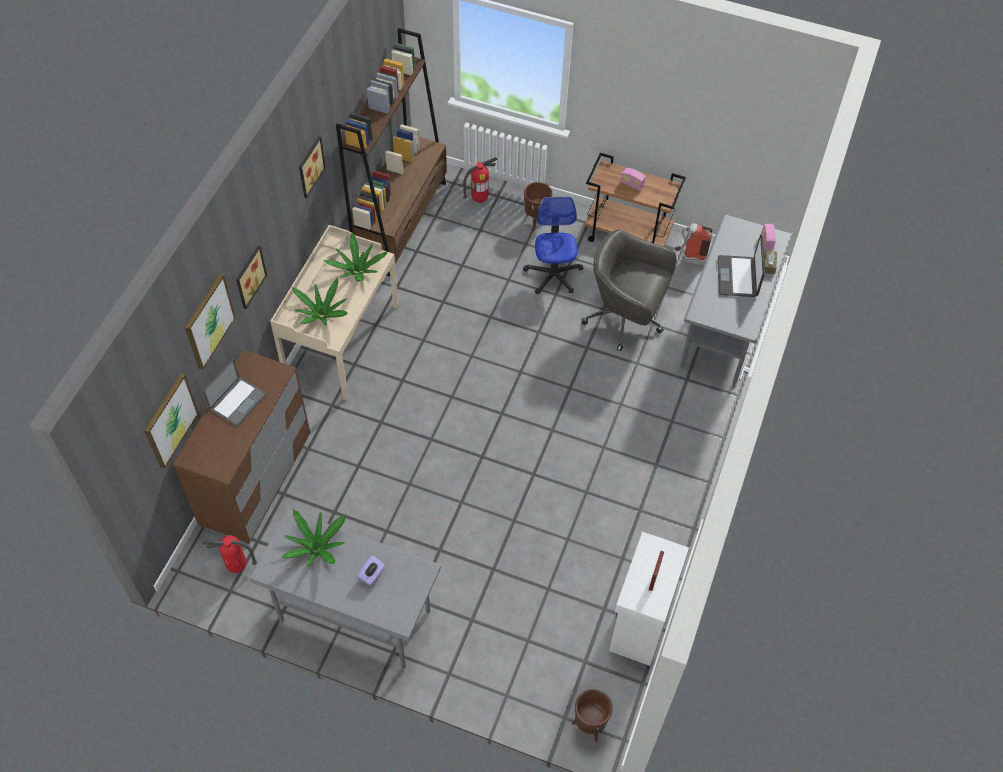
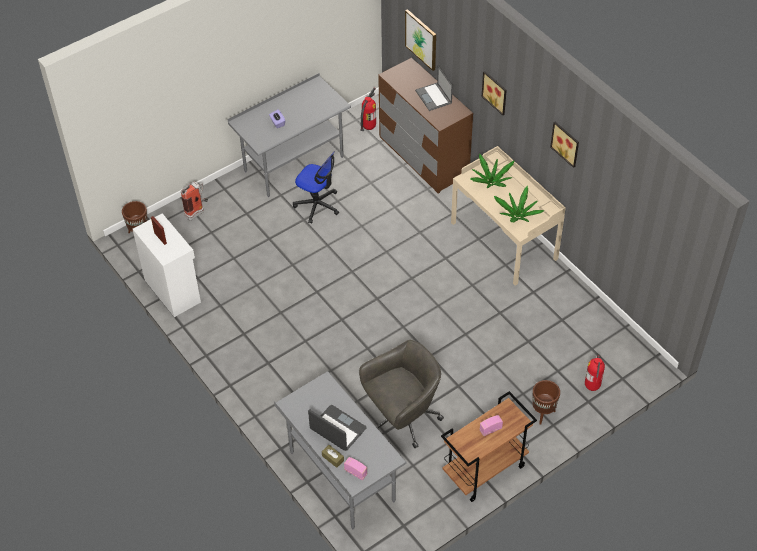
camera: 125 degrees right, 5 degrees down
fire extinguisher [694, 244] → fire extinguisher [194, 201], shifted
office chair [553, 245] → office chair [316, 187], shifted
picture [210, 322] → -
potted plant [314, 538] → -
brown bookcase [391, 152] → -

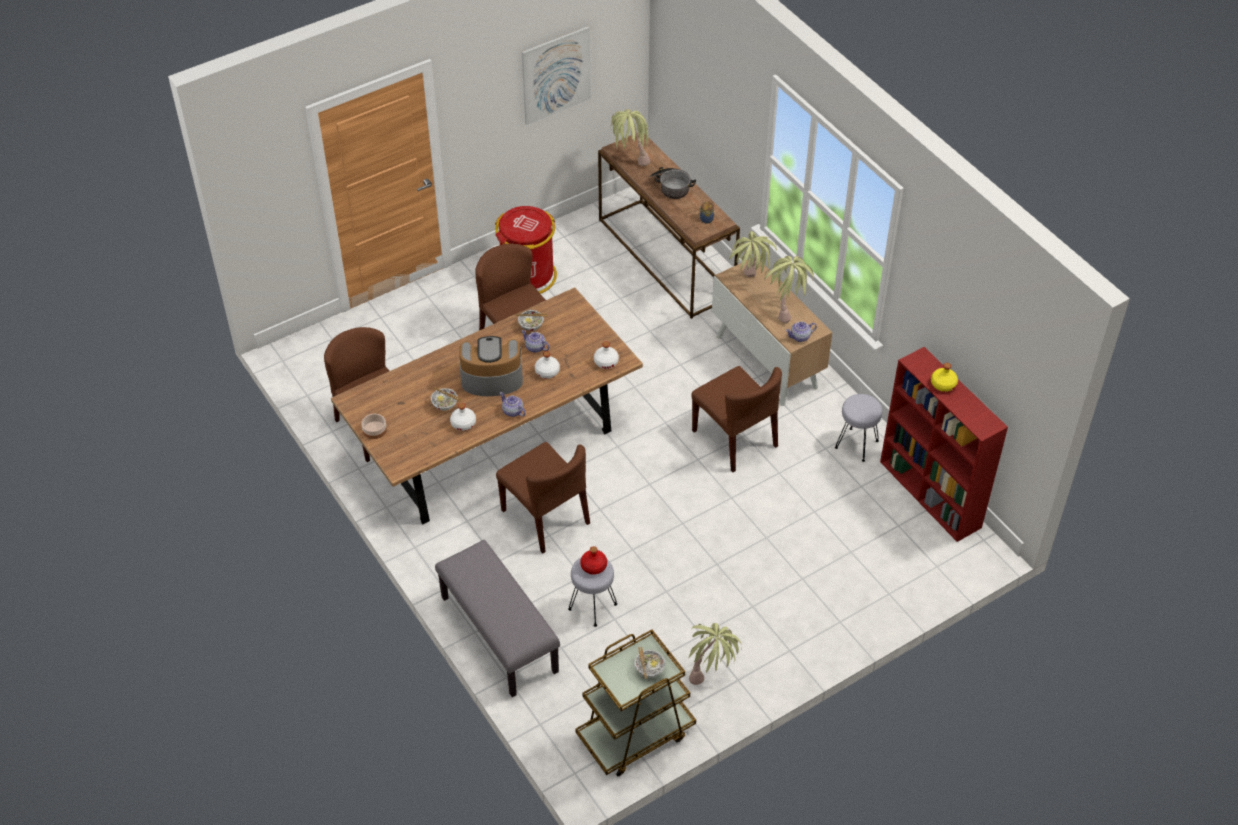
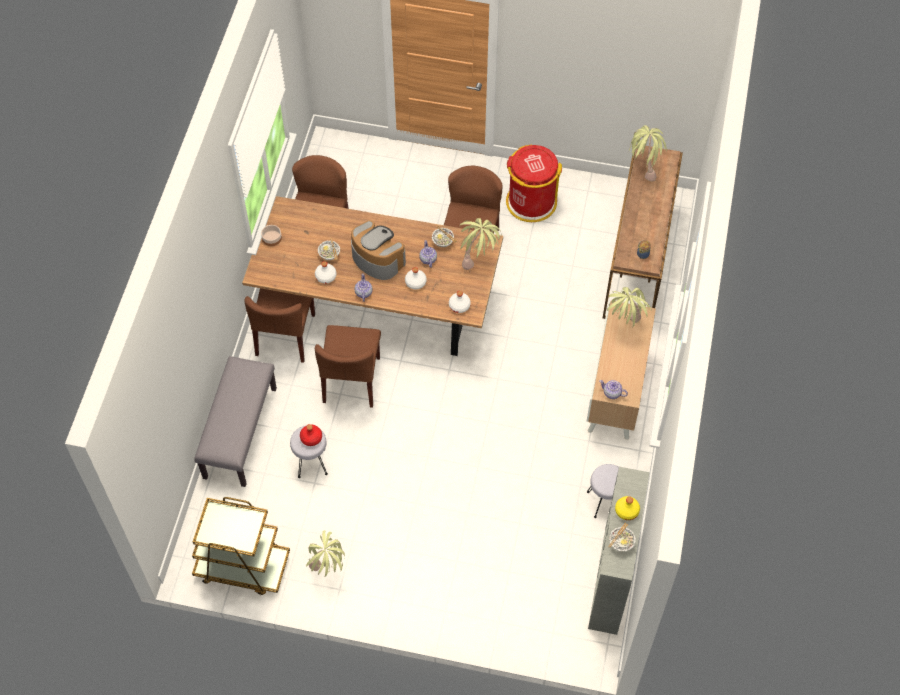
camera: 45 degrees right, 10 degrees up
brown chair [736, 419] → brown chair [280, 325], shifted
potted plant [789, 290] → potted plant [481, 244], shifted
red bookcase [944, 444] → grey bookcase [619, 551]
bowl [649, 663] → bowl [622, 537], shifted
picture [556, 75] → -
cooking pot [672, 183] → -

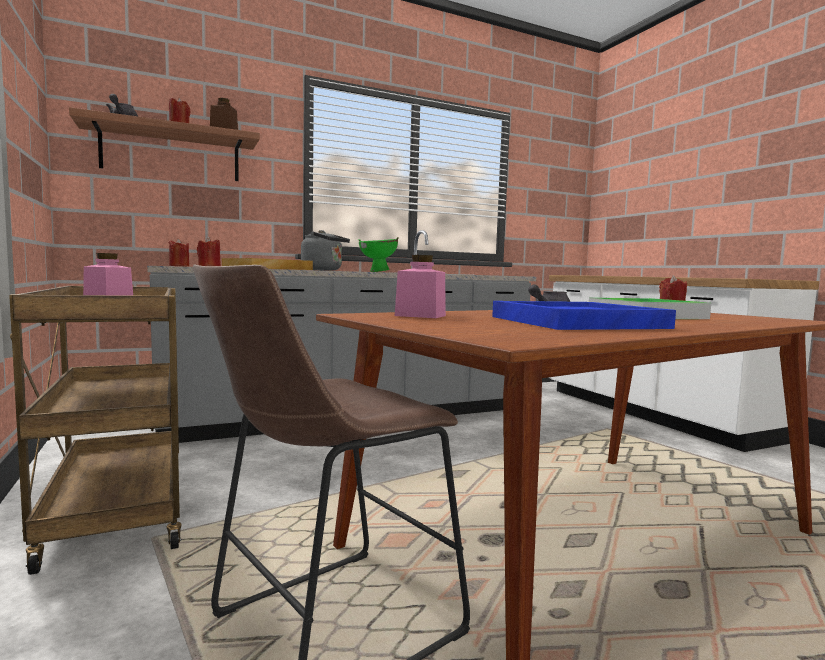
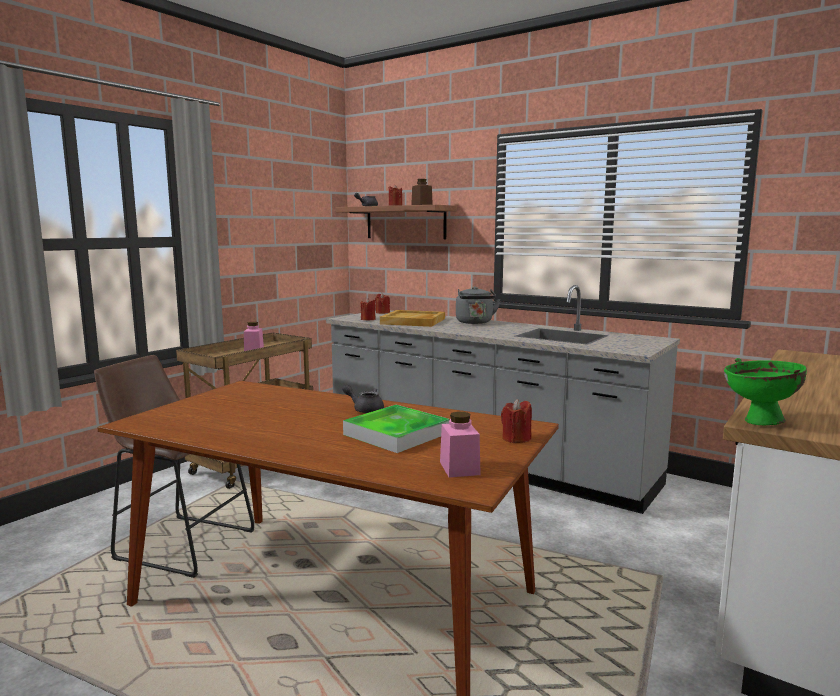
camera: 60 degrees right, 5 degrees up
pink jar [420, 286] → pink jar [460, 444], shifted
green bowl [378, 254] → green bowl [765, 391], shifted
blue tray [584, 315] → -

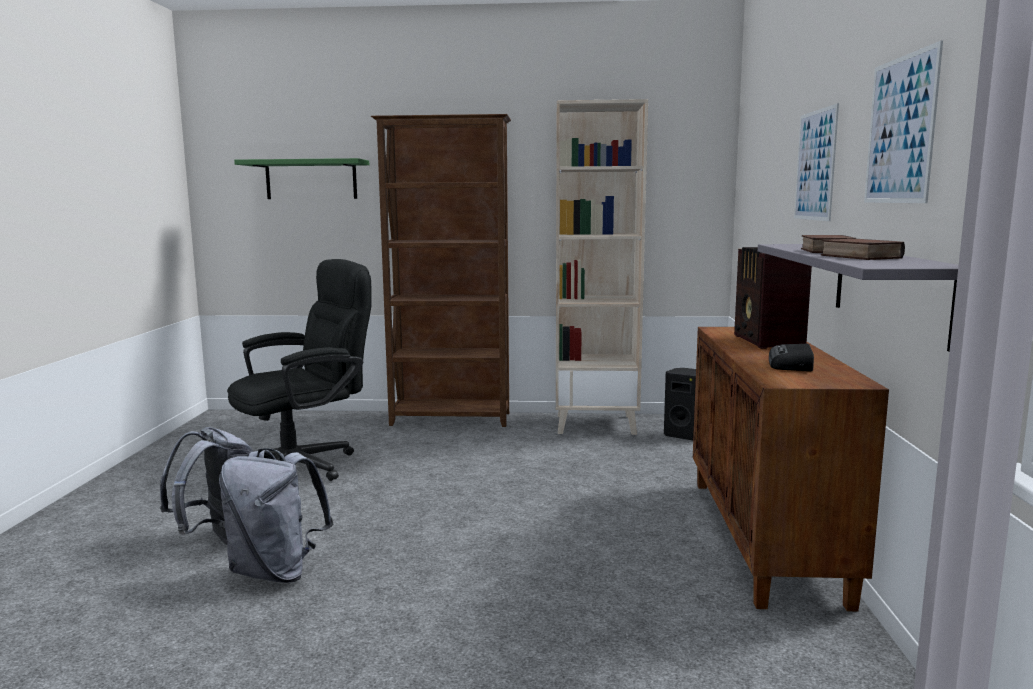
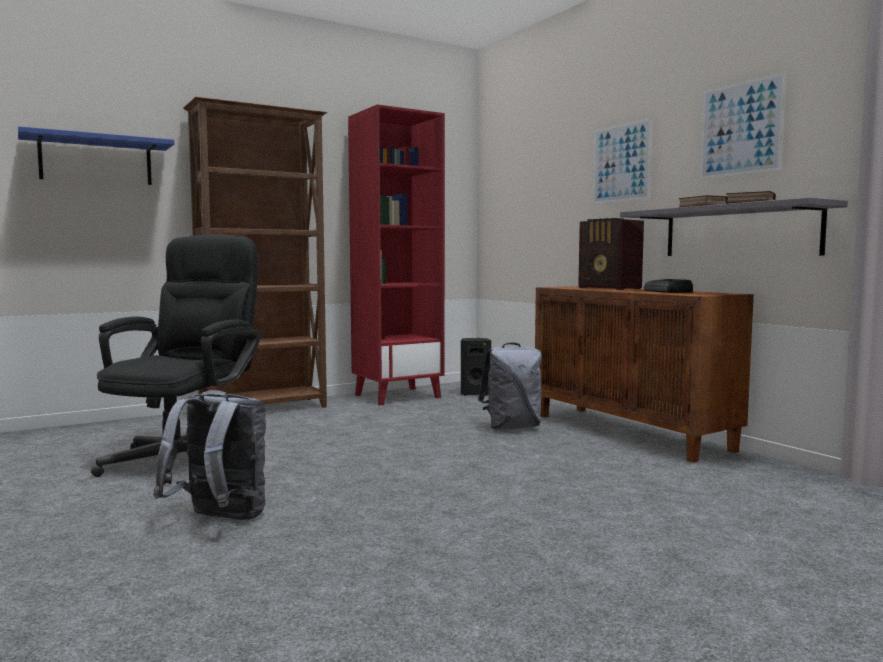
camera: 35 degrees left, 5 degrees down
green shelf [301, 178] → blue shelf [96, 155]
beige bookcase [602, 267] → red bookcase [396, 254]
grey backpack [276, 515] → grey backpack [510, 386], shifted

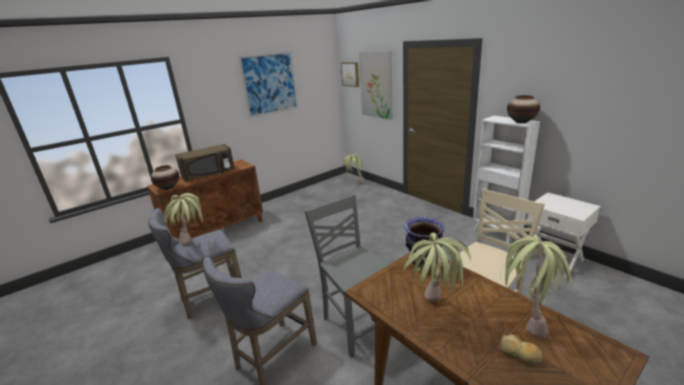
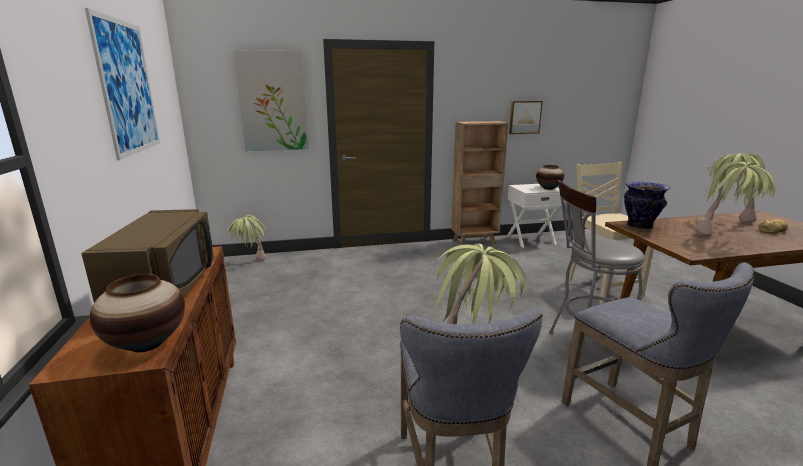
camera: 65 degrees left, 5 degrees down
white bookcase [506, 180] → brown bookcase [479, 183]
picture [350, 74] → picture [526, 117], shifted
vase [523, 109] → vase [550, 177], shifted
grey chair [347, 276] → grey stool [597, 274]

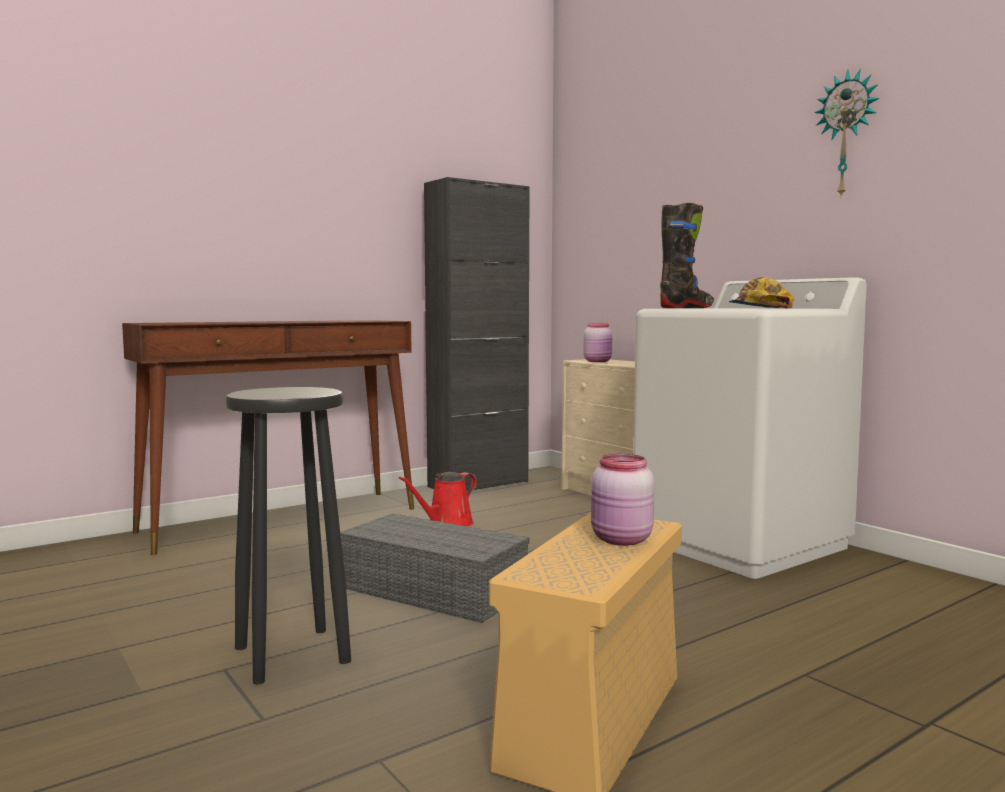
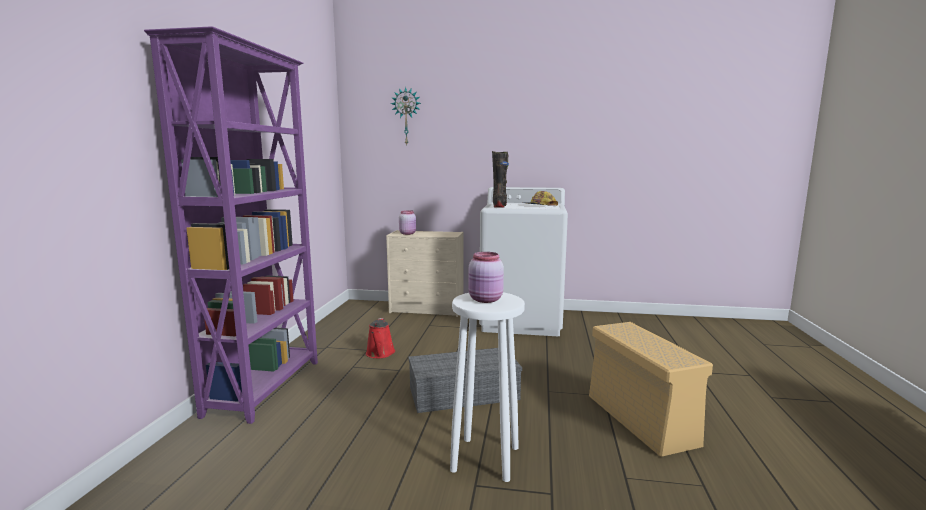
camera: 45 degrees left, 5 degrees up
brown console table [268, 437] → purple bookcase [231, 225]
wall clock [847, 133] → wall clock [406, 116], shifted
black stool [288, 535] → white stool [487, 387]
pink jar [623, 500] → pink jar [486, 277], shifted
black cabinet [476, 334] → -

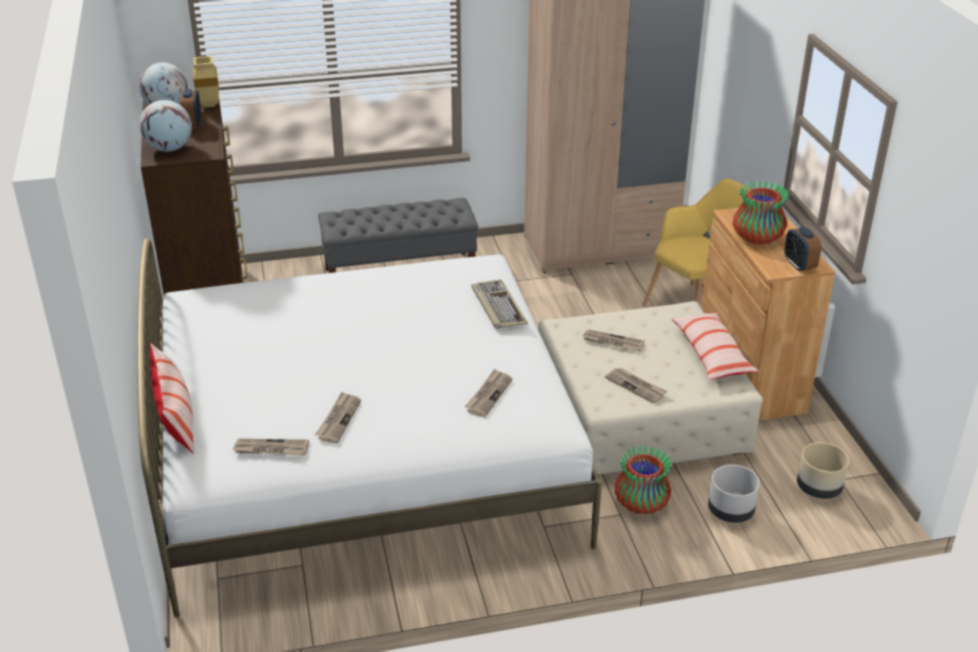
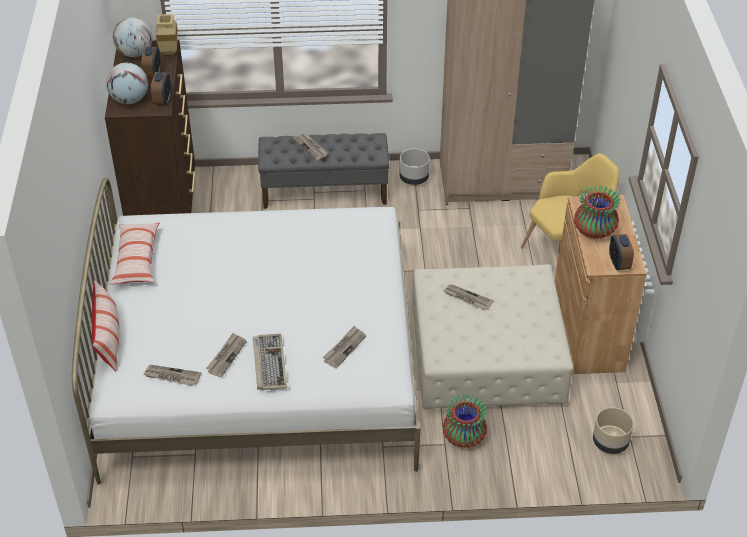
camera: 10 degrees right, 10 degrees up
pillow [715, 345] → pillow [134, 253], shifted
- → alarm clock [161, 88]
keyboard [499, 304] → keyboard [270, 362], shifted
newspaper [636, 385] → newspaper [310, 146], shifted
grey planter [734, 494] → grey planter [414, 166], shifted

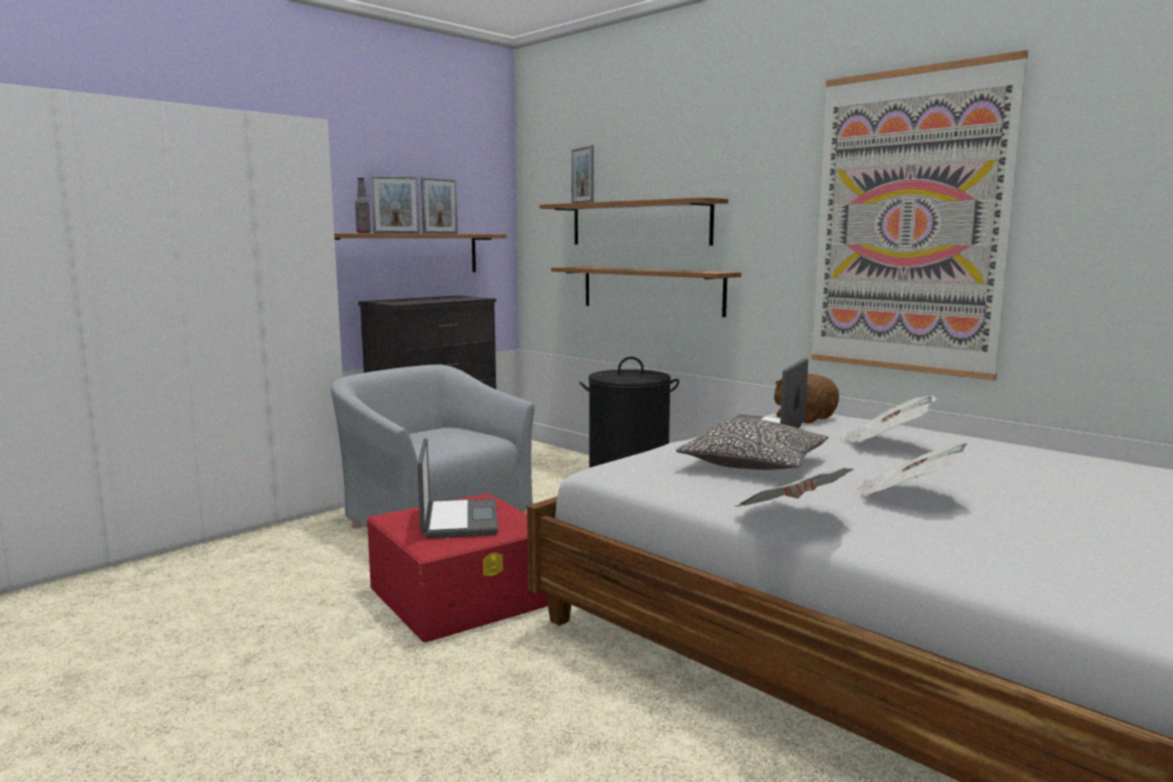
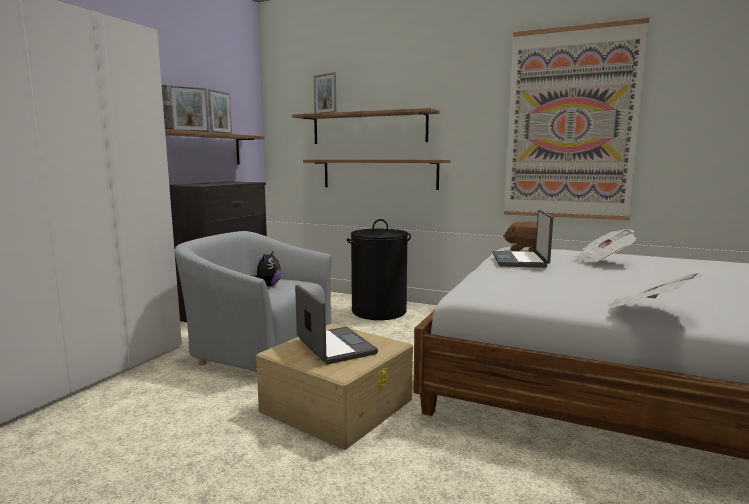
camera: 20 degrees left, 0 degrees up
- → plush toy [265, 268]
red storage box [457, 567] → beige storage box [334, 387]
pillow [752, 444] → -
newspaper [913, 469] → -

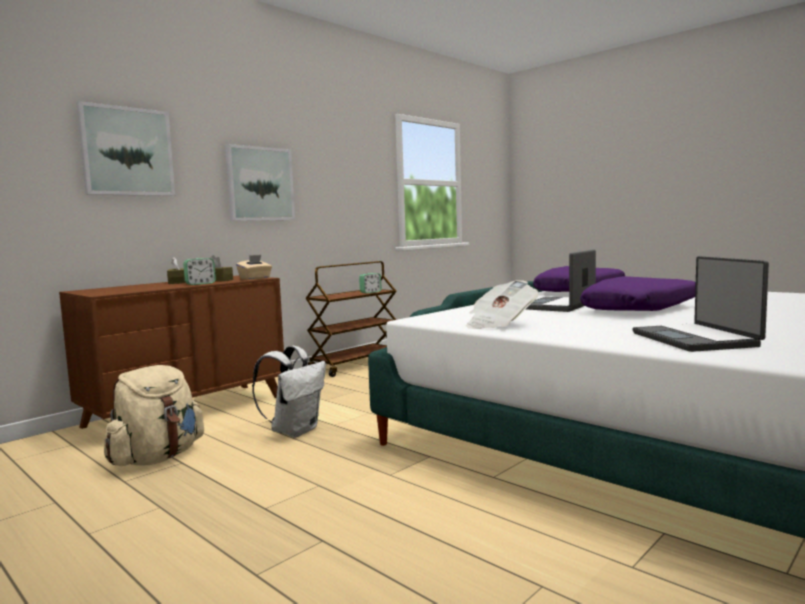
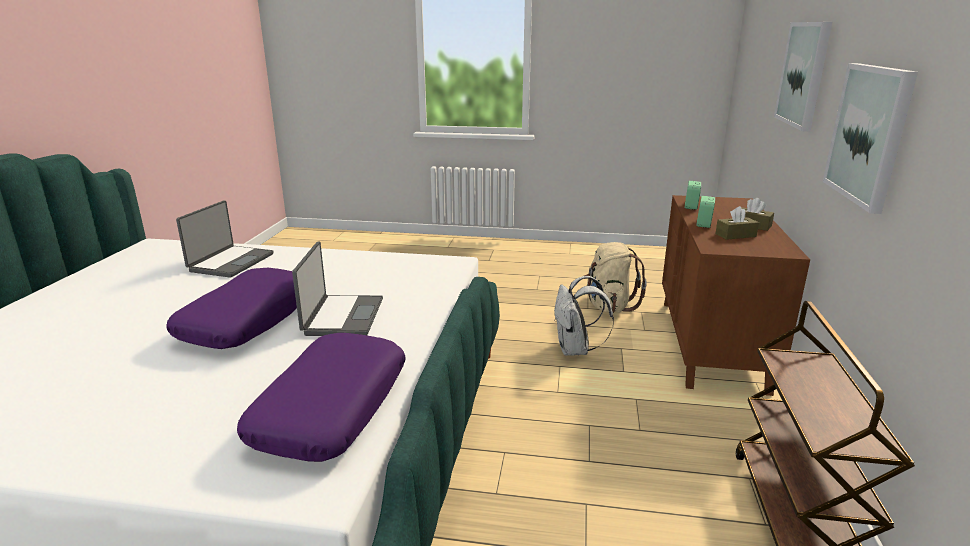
camera: 145 degrees right, 15 degrees up
laptop [700, 304] → laptop [225, 239], 60 degrees clockwise
alarm clock [370, 283] → alarm clock [693, 195], shifted
beige tissue box [254, 267] → -
newspaper [502, 304] → -

